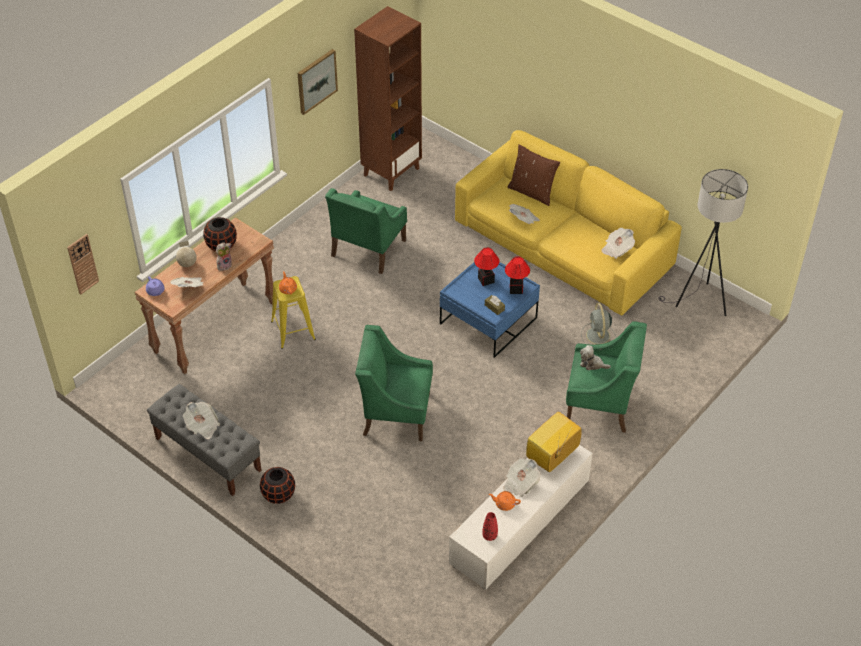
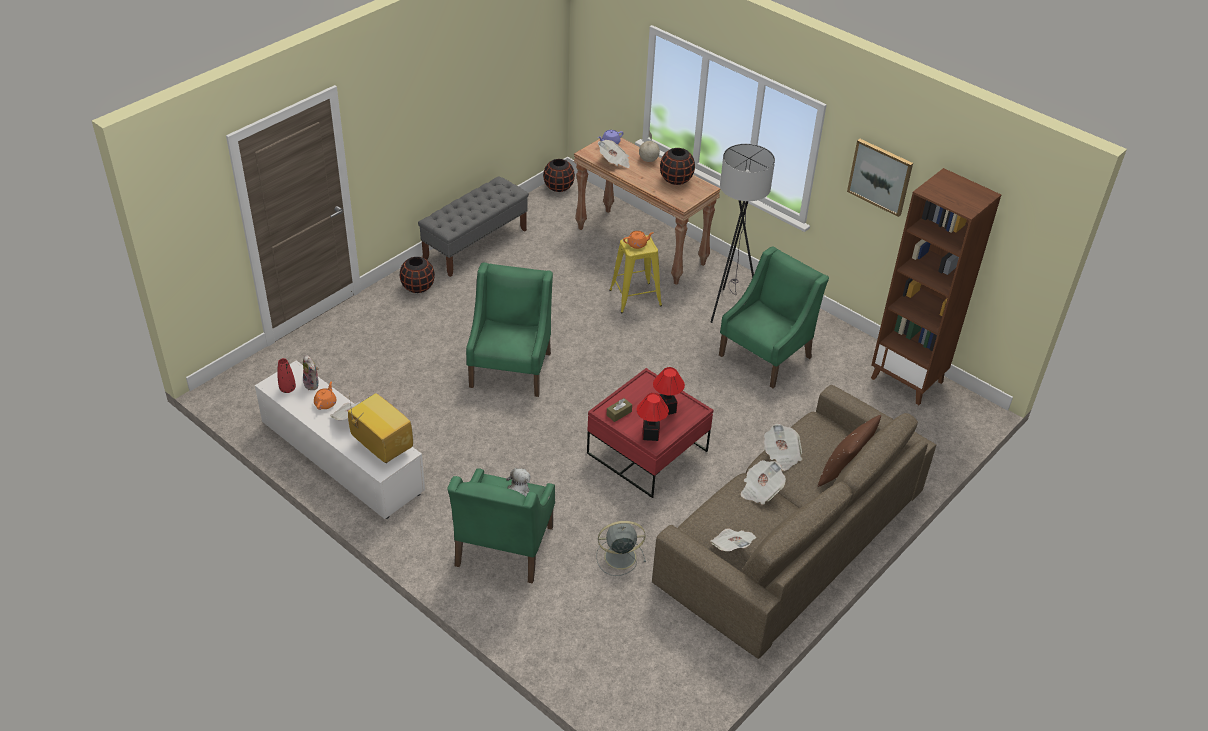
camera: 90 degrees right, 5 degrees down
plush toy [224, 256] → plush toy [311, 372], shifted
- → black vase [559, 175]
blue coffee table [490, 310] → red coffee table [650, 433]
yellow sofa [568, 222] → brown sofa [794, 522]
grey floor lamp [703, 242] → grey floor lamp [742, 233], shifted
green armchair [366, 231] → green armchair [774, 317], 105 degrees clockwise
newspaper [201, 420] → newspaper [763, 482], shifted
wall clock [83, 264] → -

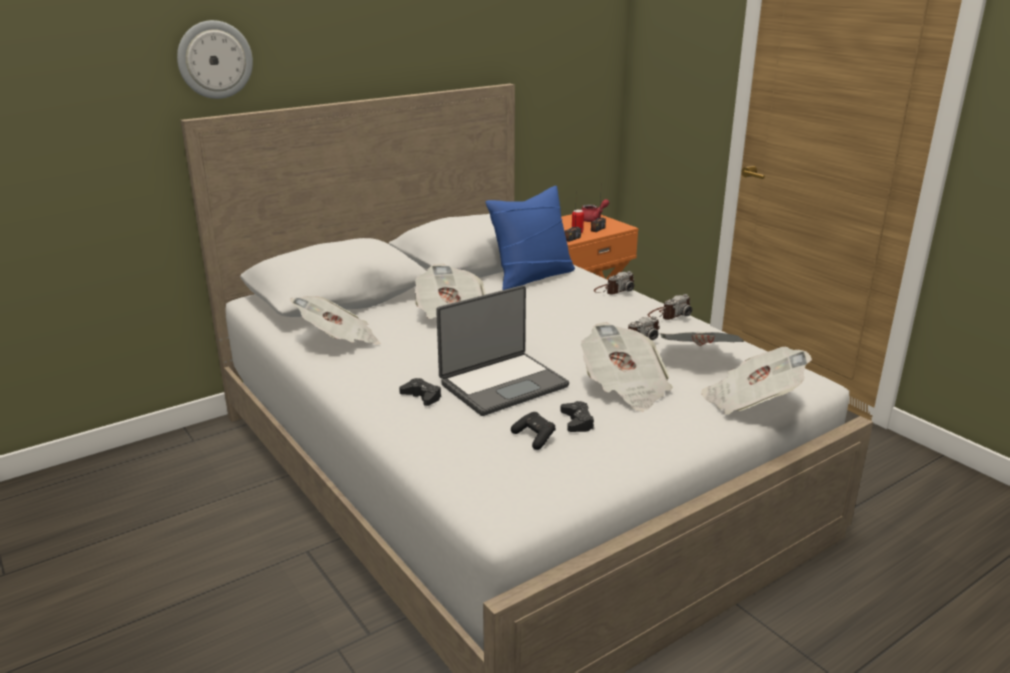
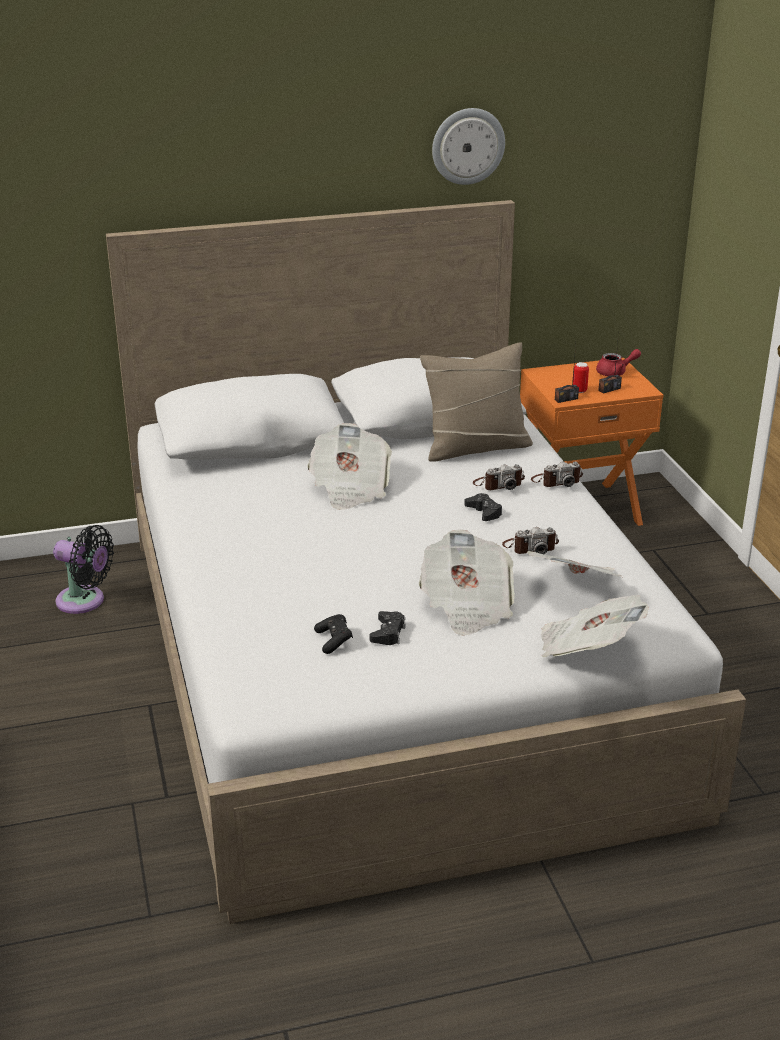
camera: 20 degrees right, 5 degrees up
- → black fan [83, 569]
blue pillow [530, 238] → beige pillow [476, 402]
wall clock [215, 59] → wall clock [468, 146], shifted
black game controller [420, 392] → black game controller [483, 507], shifted
photo camera [670, 307] → photo camera [499, 477], shifted
newspaper [335, 320] → -
laptop [502, 350] → -

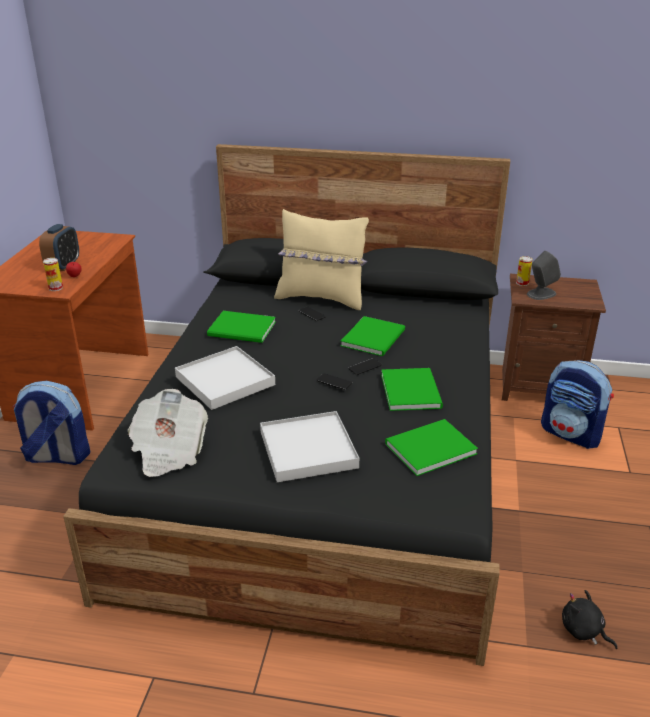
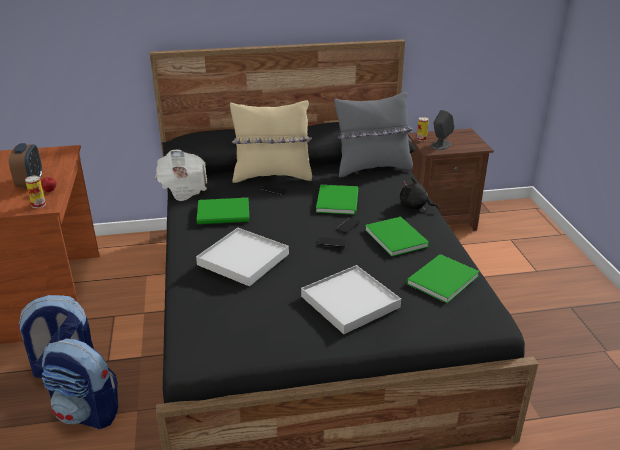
camera: 20 degrees left, 0 degrees up
backpack [577, 404] → backpack [80, 384], shifted
newspaper [168, 433] → newspaper [181, 175], shifted
- → grey pillow [373, 135]
black plush toy [590, 619] → black plush toy [420, 194], shifted

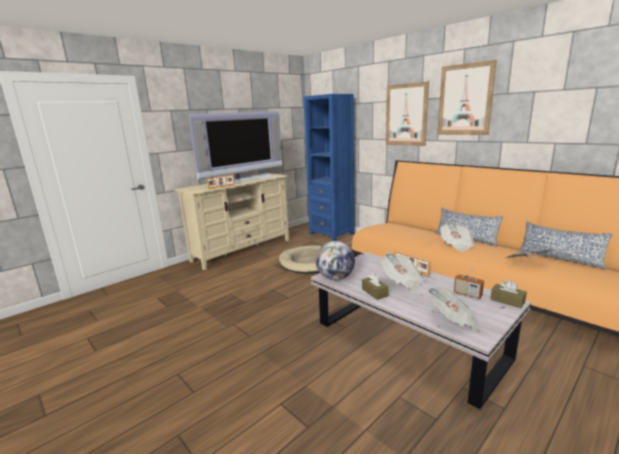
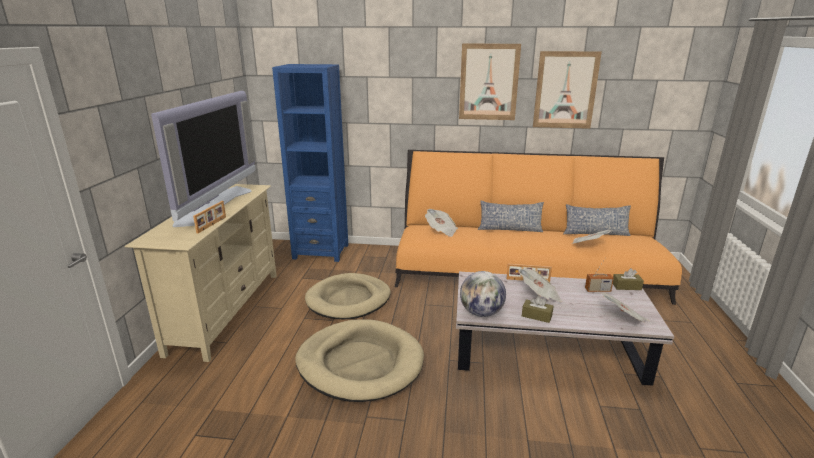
camera: 40 degrees left, 5 degrees up
- → beige dog bed [359, 360]
newspaper [457, 237] → newspaper [441, 223], shifted
picture [407, 113] → picture [567, 90], shifted

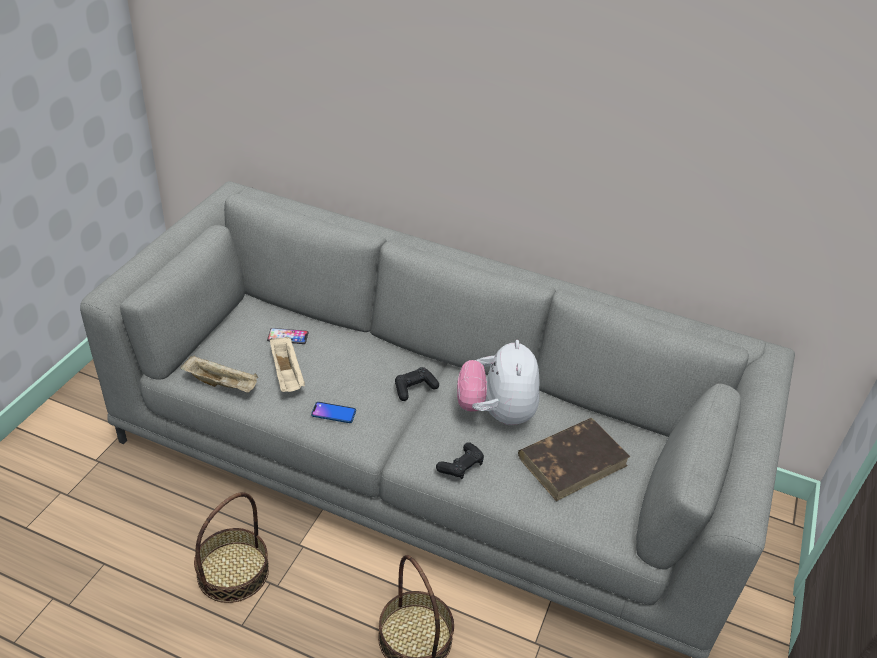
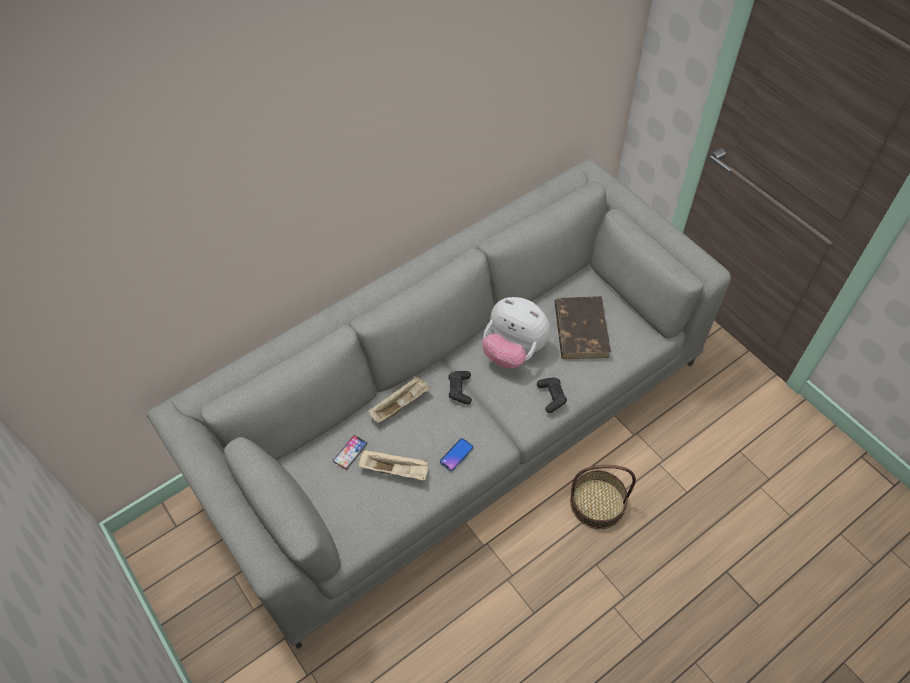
camera: 55 degrees left, 15 degrees up
beige tray [219, 374] → beige tray [399, 400], shifted
basket [231, 547] → -

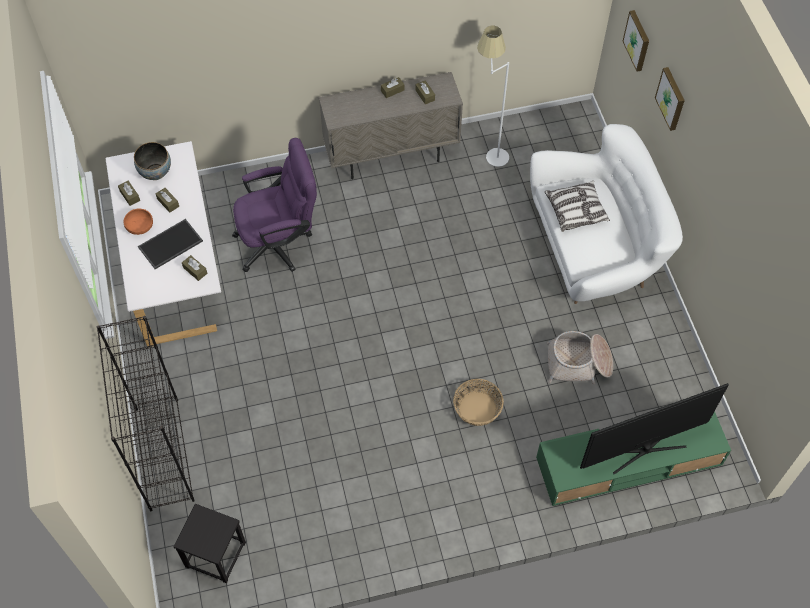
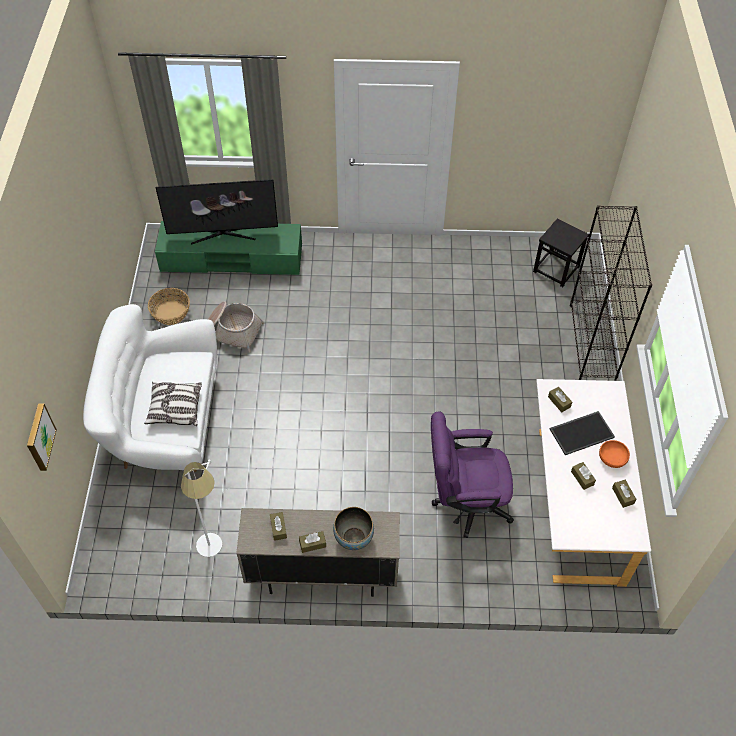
camera: 165 degrees left, 5 degrees down
basket [478, 402] → basket [169, 306], shifted
bowl [152, 161] → bowl [353, 528], shifted
picture [670, 99] → -

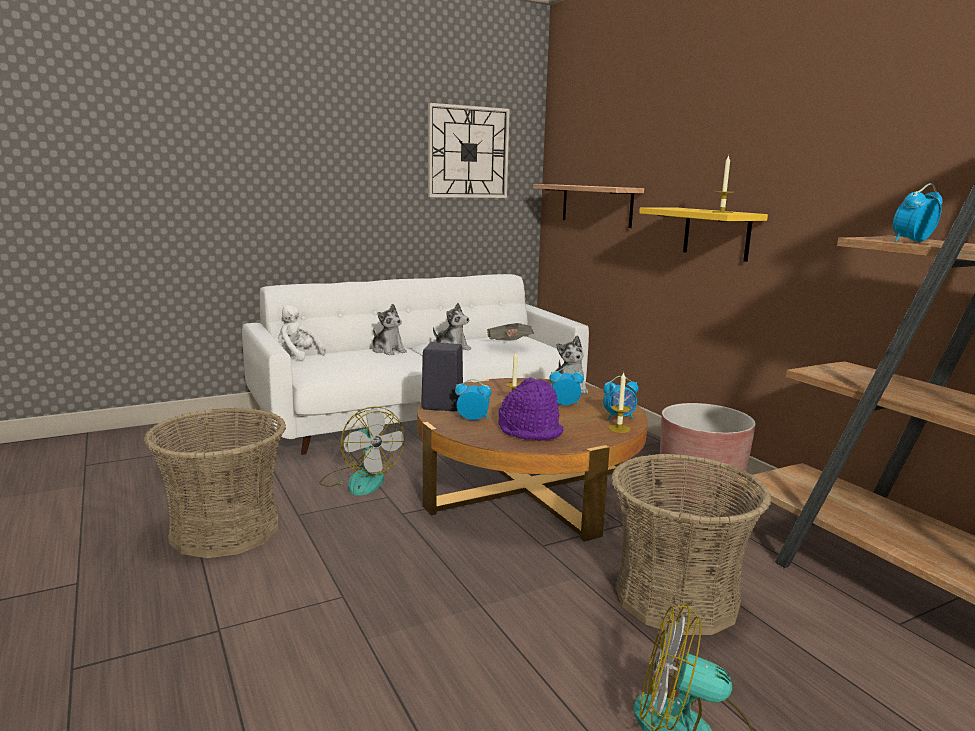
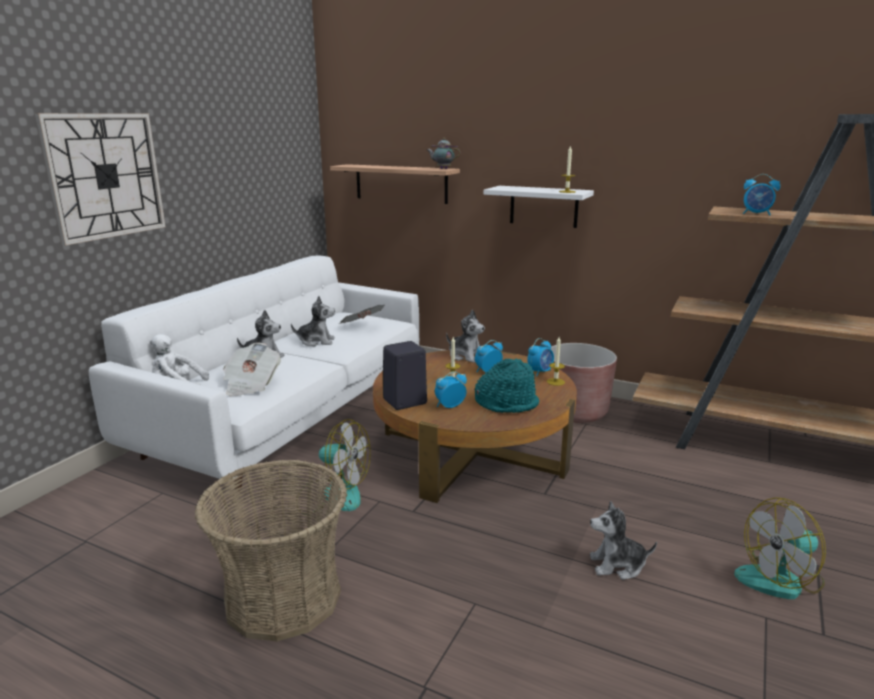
camera: 35 degrees left, 5 degrees up
wall clock [469, 150] → wall clock [100, 179], shifted
- → newspaper [252, 369]
- → teapot [443, 153]
purple hat [530, 409] → turquoise hat [507, 386]
yellow shelf [703, 234] → white shelf [539, 207]
- → plush toy [623, 540]
alarm clock [918, 212] → alarm clock [761, 195], 90 degrees counterclockwise
basket [691, 544] → -

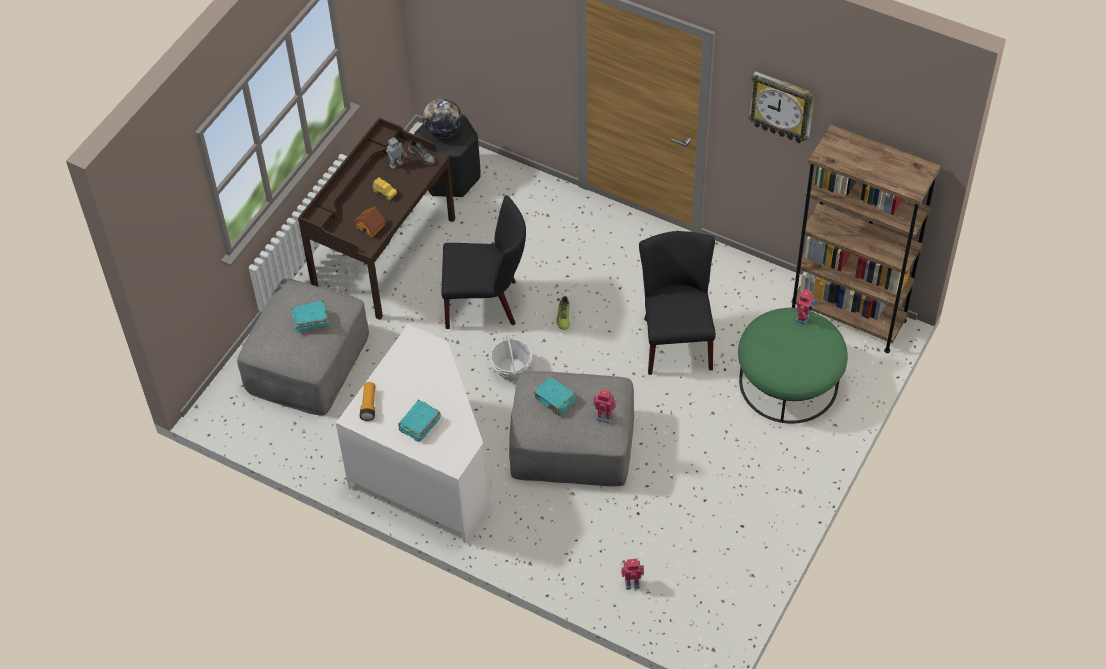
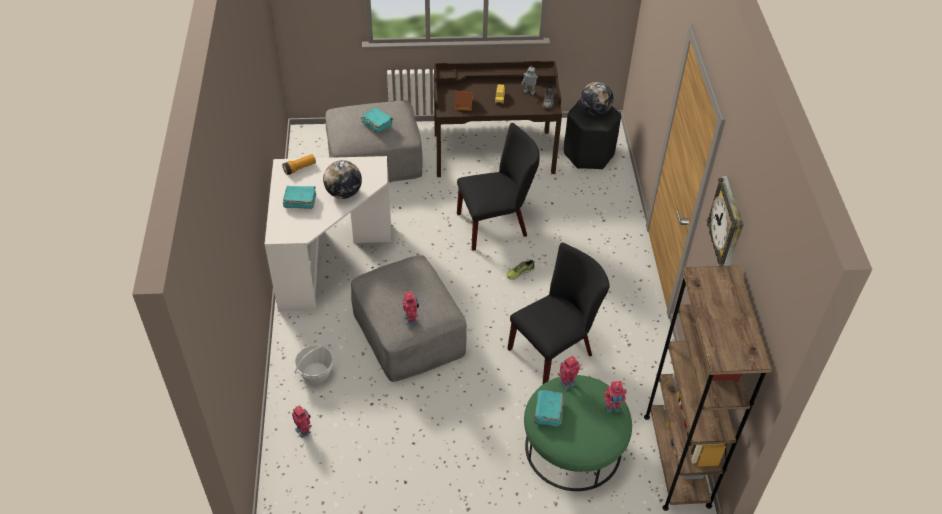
camera: 55 degrees right, 5 degrees down
basket [511, 358] → basket [314, 364], shifted
- → globe [342, 179]
black chair [483, 262] → black chair [498, 187], 75 degrees counterclockwise
turquoise book [554, 396] → turquoise book [549, 408], shifted
- → toy robot [568, 373]

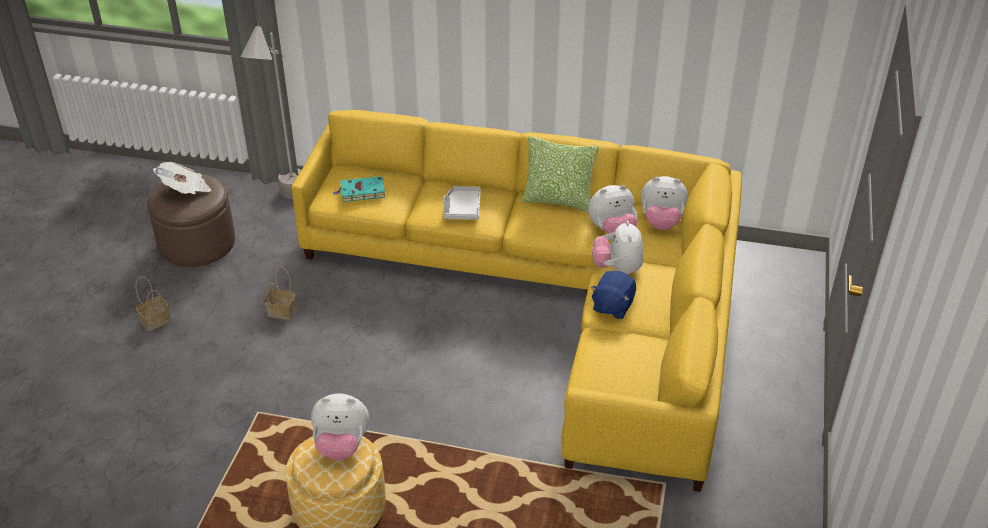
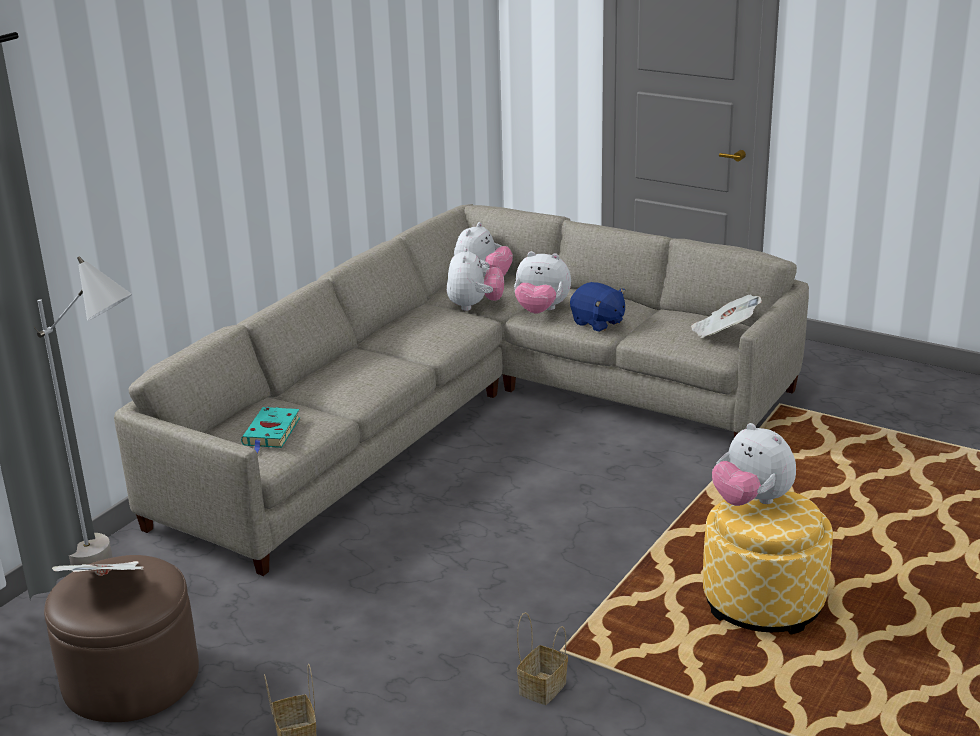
camera: 70 degrees left, 15 degrees down
yellow sofa [517, 301] → grey sofa [461, 390]
basket [280, 293] → basket [542, 658], shifted
- → newspaper [726, 316]
plush toy [340, 426] → plush toy [754, 464], 120 degrees clockwise
grey tray [462, 202] → -
pillow [560, 174] → -

